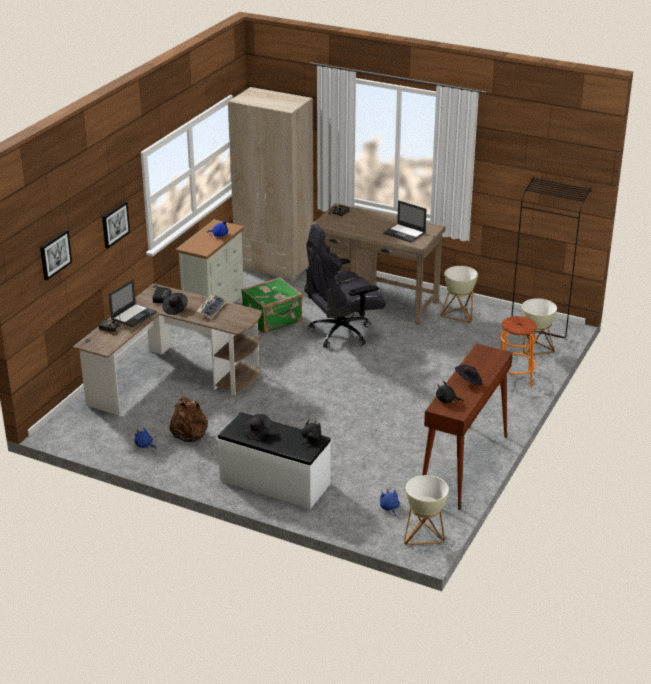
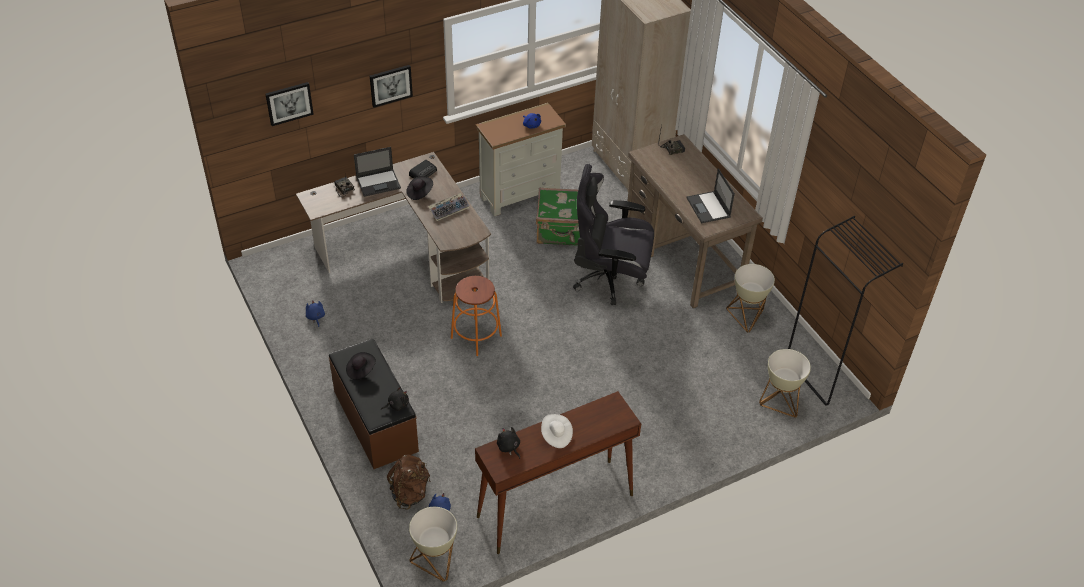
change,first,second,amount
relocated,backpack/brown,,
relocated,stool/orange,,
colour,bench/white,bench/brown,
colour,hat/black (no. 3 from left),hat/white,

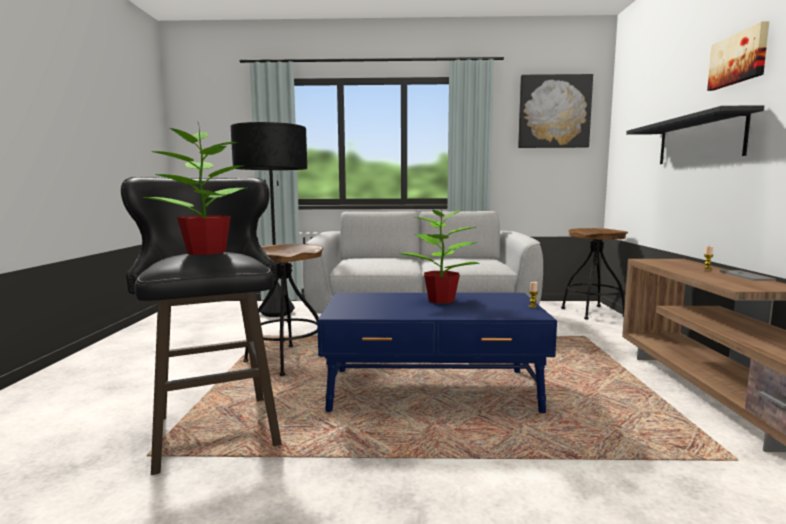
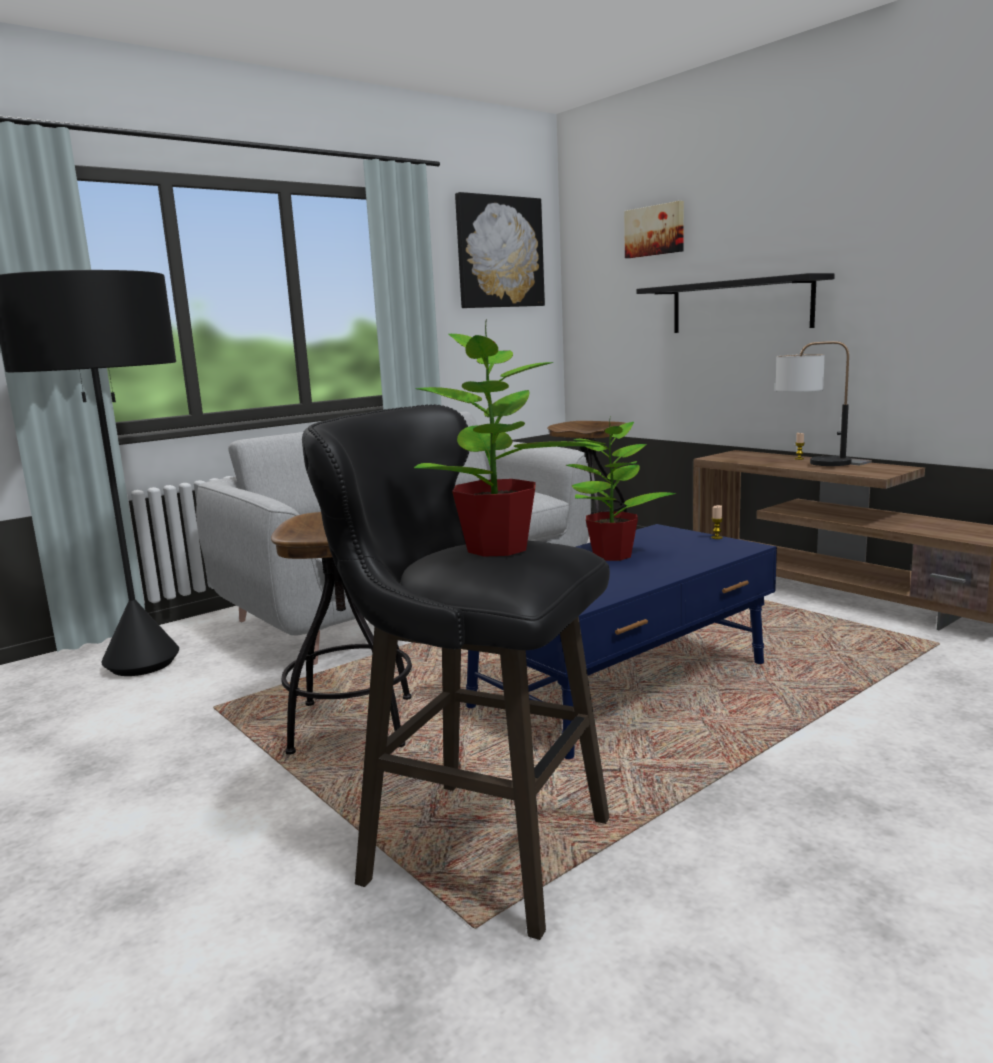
change,first,second,amount
appeared,,table lamp,
relocated,picture (no. 2 from left),,

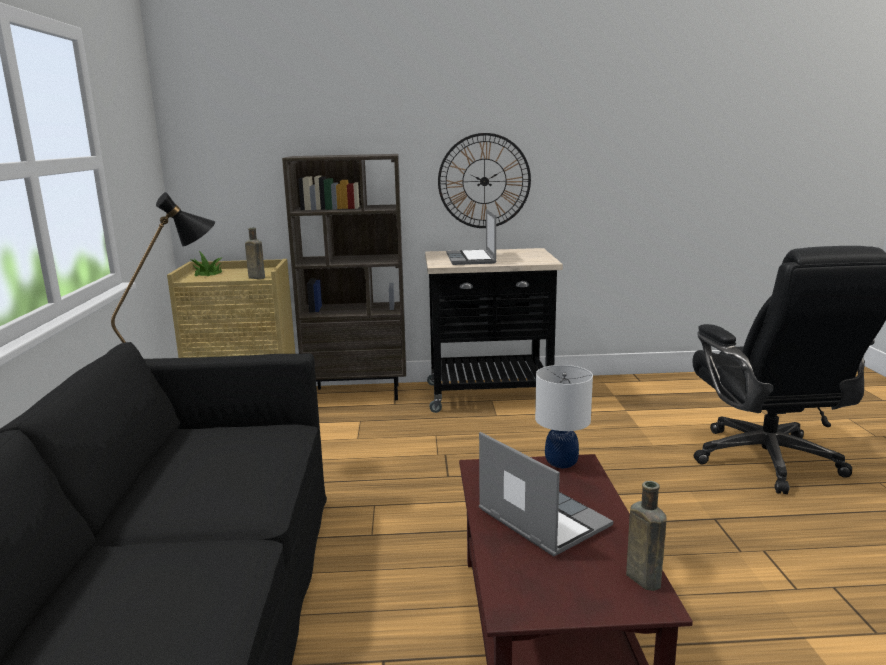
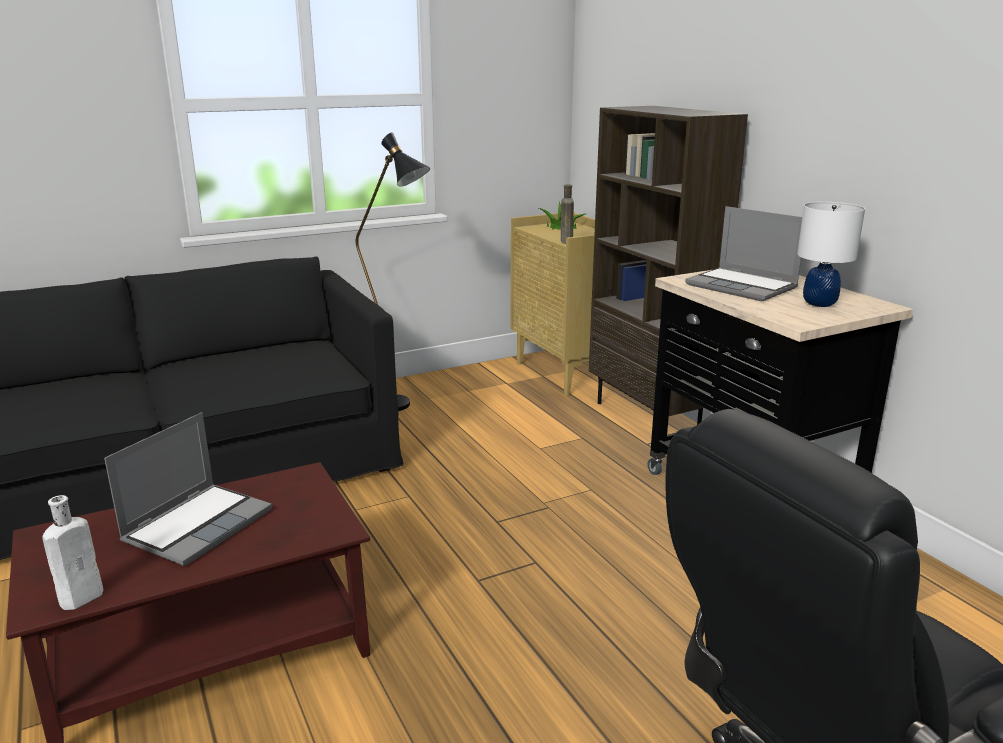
change,first,second,amount
missing,wall clock,,
relocated,table lamp/white,,
colour,bottle/brown (no. 2 from left),bottle/white,
spun,laptop (no. 1 from left in the first image),laptop (no. 2 from left),105 degrees counterclockwise

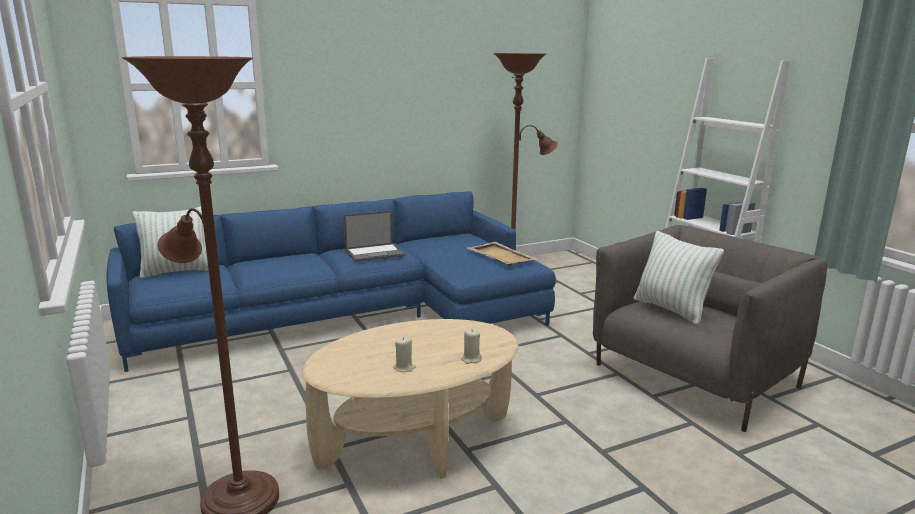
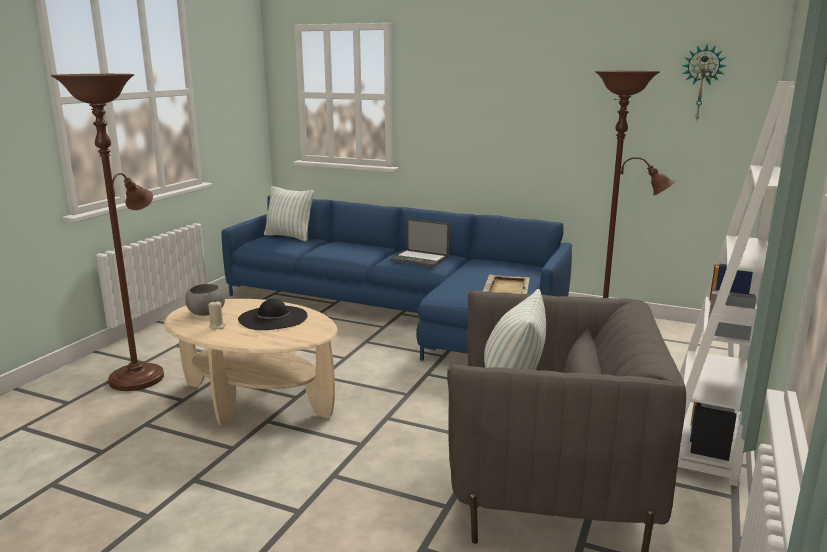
change,first,second,amount
missing,candle/beige (no. 2 from left),,
appeared,,bowl/grey,
appeared,,hat/black,
appeared,,wall clock,

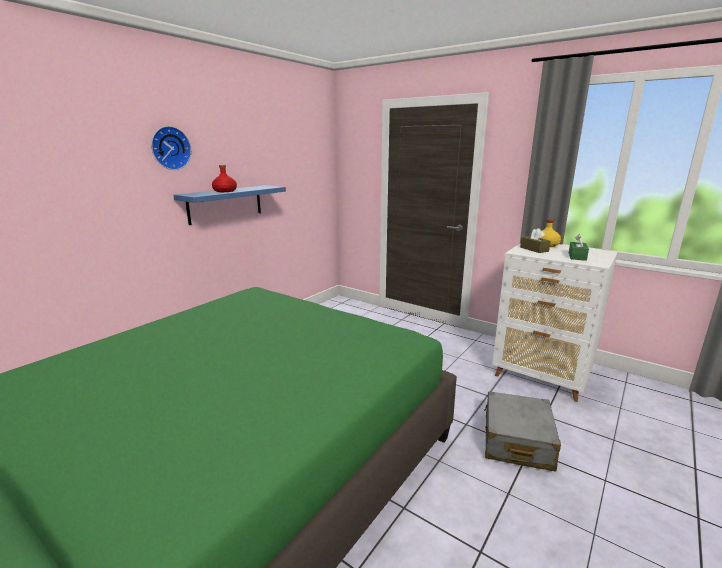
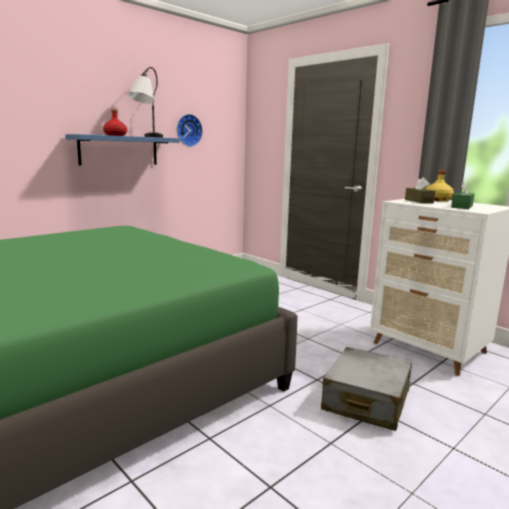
change,first,second,amount
appeared,,table lamp,
relocated,wall clock,,

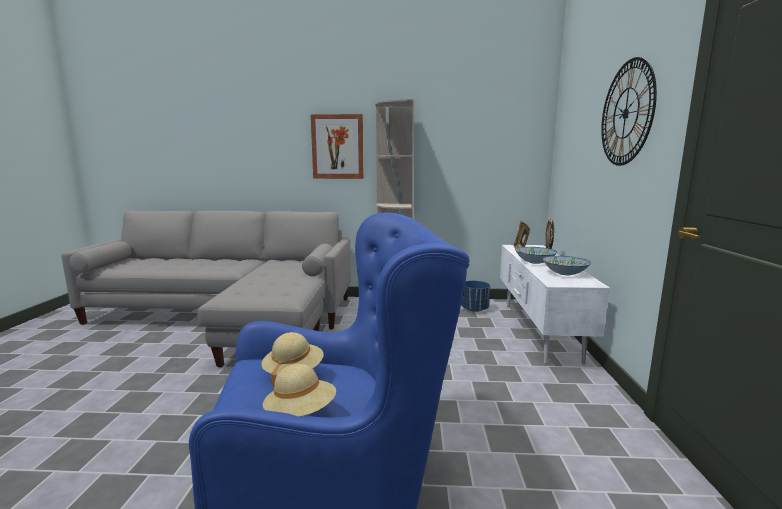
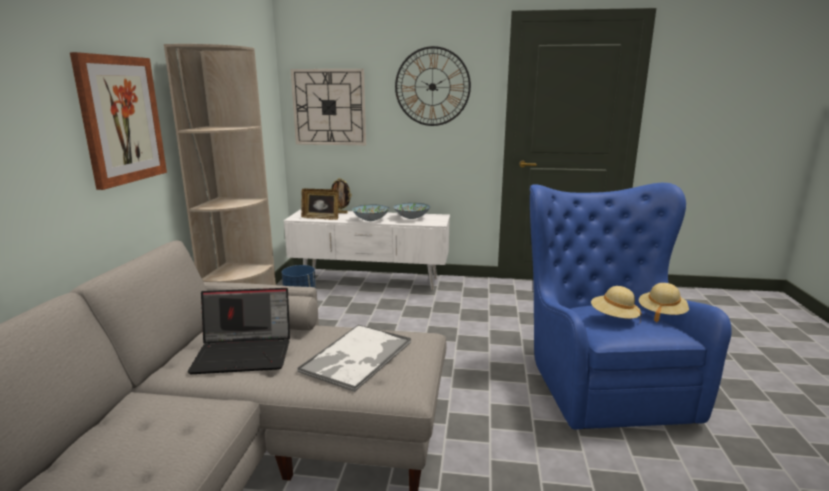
change,first,second,amount
appeared,,laptop,
appeared,,wall clock (no. 1 from left),
appeared,,tray,

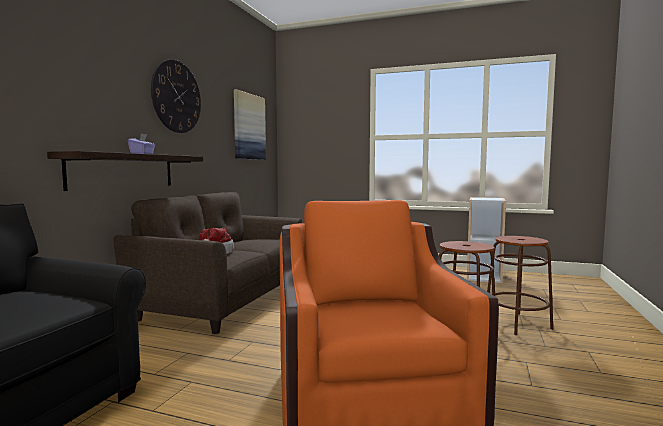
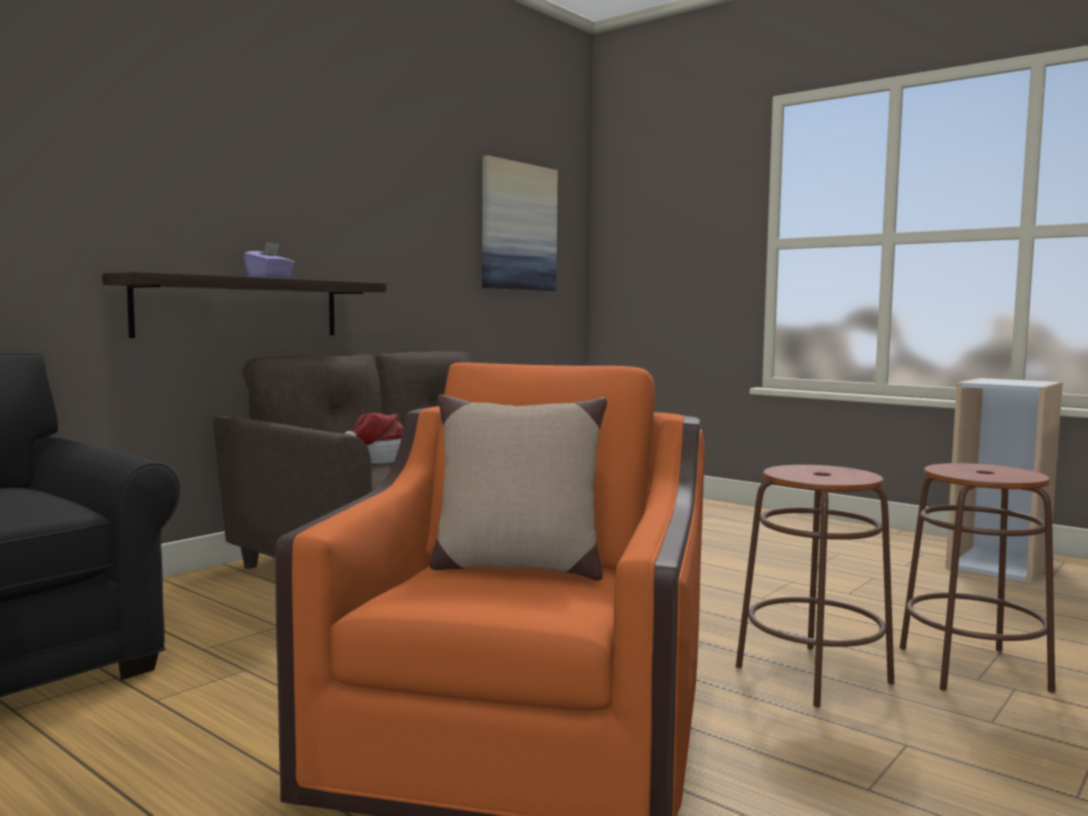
change,first,second,amount
missing,wall clock,,
appeared,,pillow/beige,

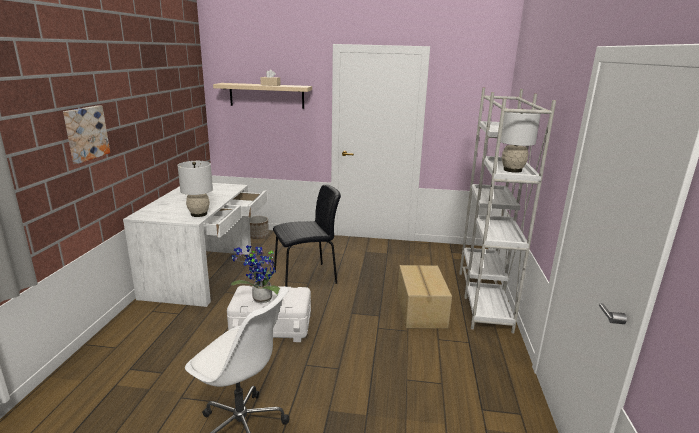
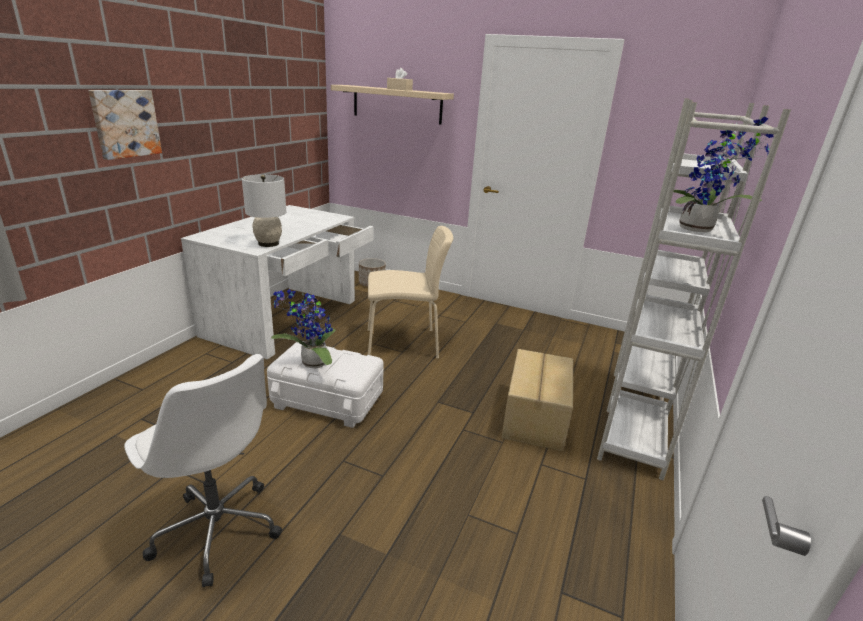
change,first,second,amount
exchanged,table lamp/white (no. 2 from left),potted plant (no. 2 from left),
colour,chair/black,chair/beige,

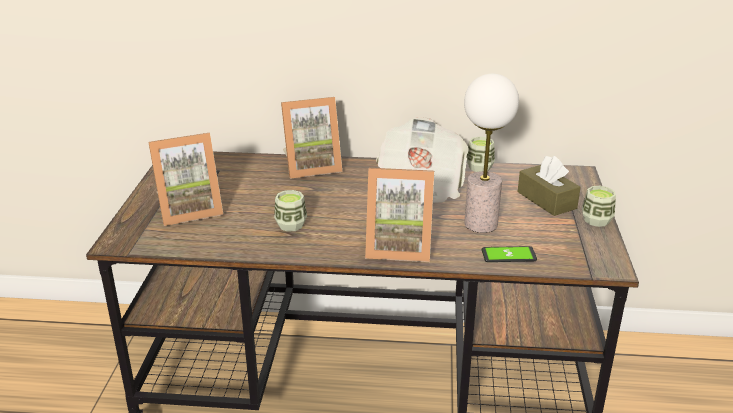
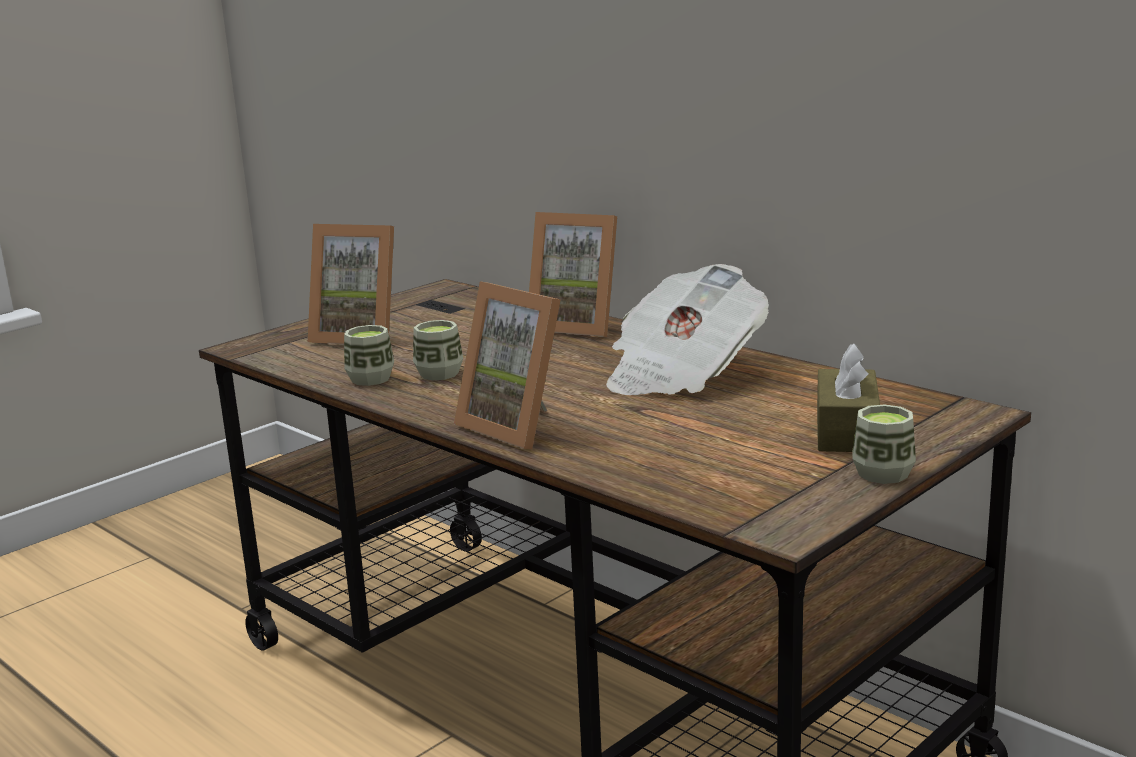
change,first,second,amount
missing,table lamp,,
missing,phone,,
relocated,cup (no. 2 from left in the first image),cup (no. 1 from left),

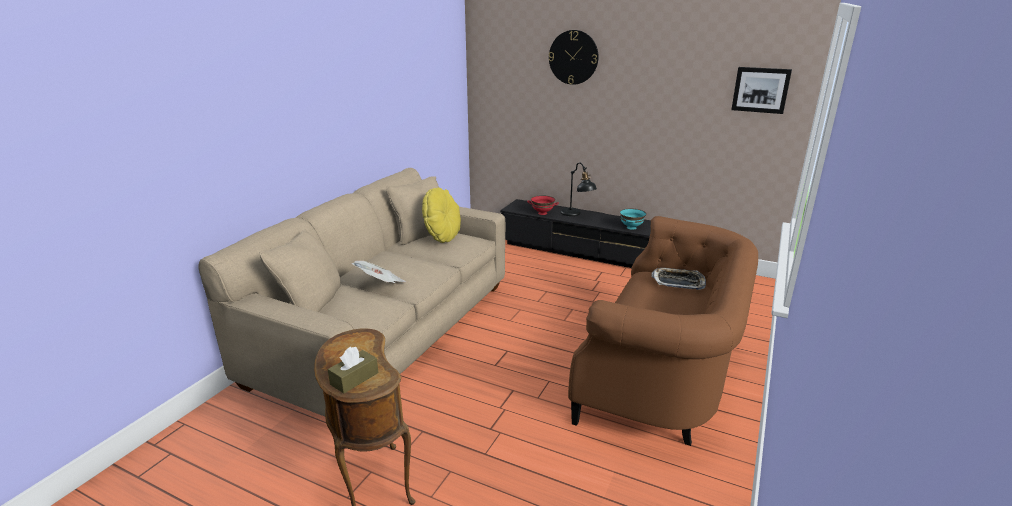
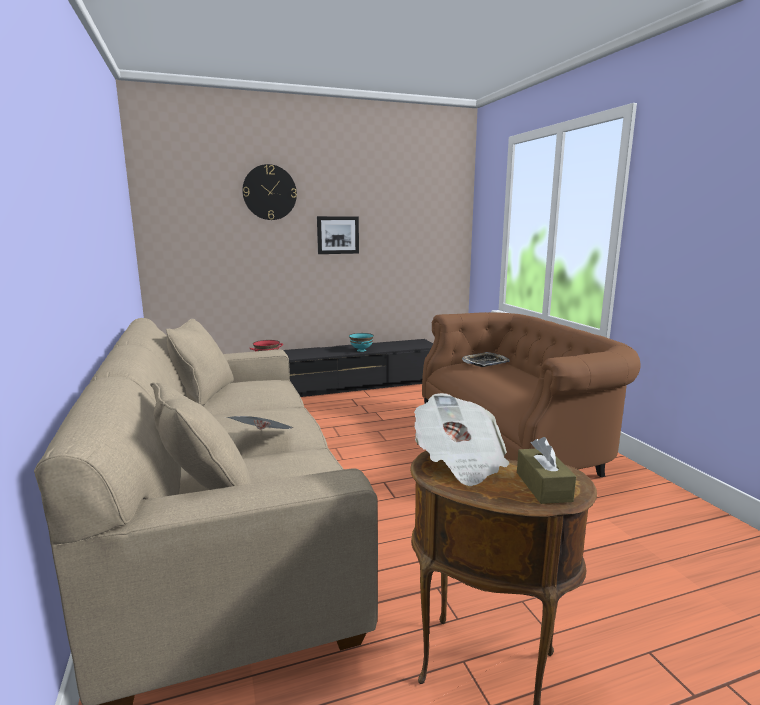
change,first,second,amount
missing,pillow/yellow,,
missing,table lamp/black,,
appeared,,newspaper (no. 2 from left),
relocated,picture,,

